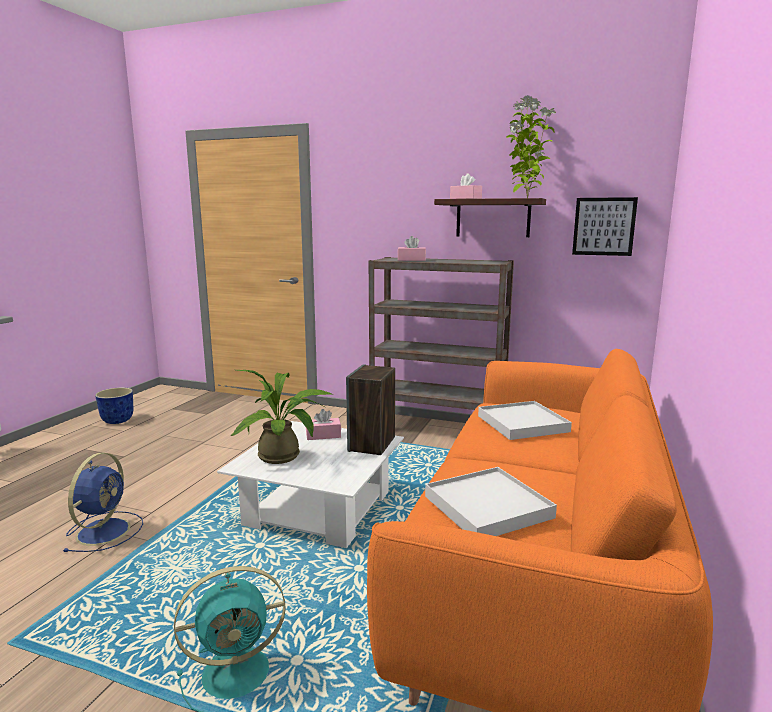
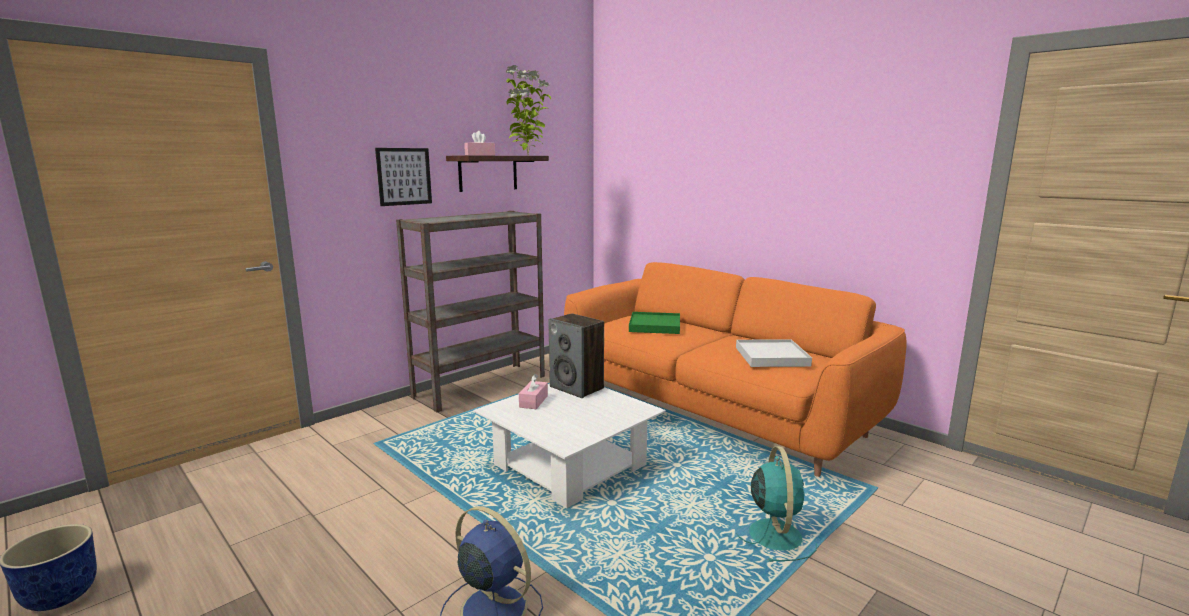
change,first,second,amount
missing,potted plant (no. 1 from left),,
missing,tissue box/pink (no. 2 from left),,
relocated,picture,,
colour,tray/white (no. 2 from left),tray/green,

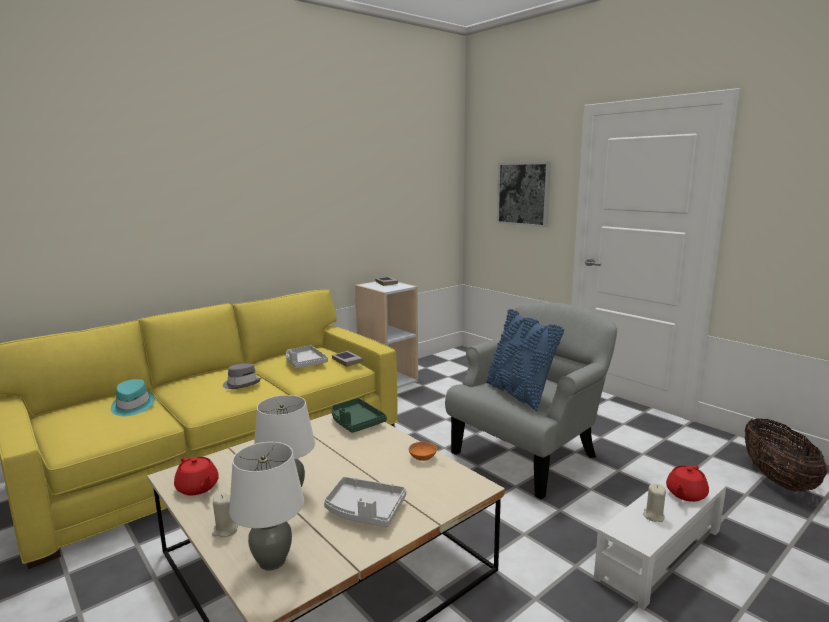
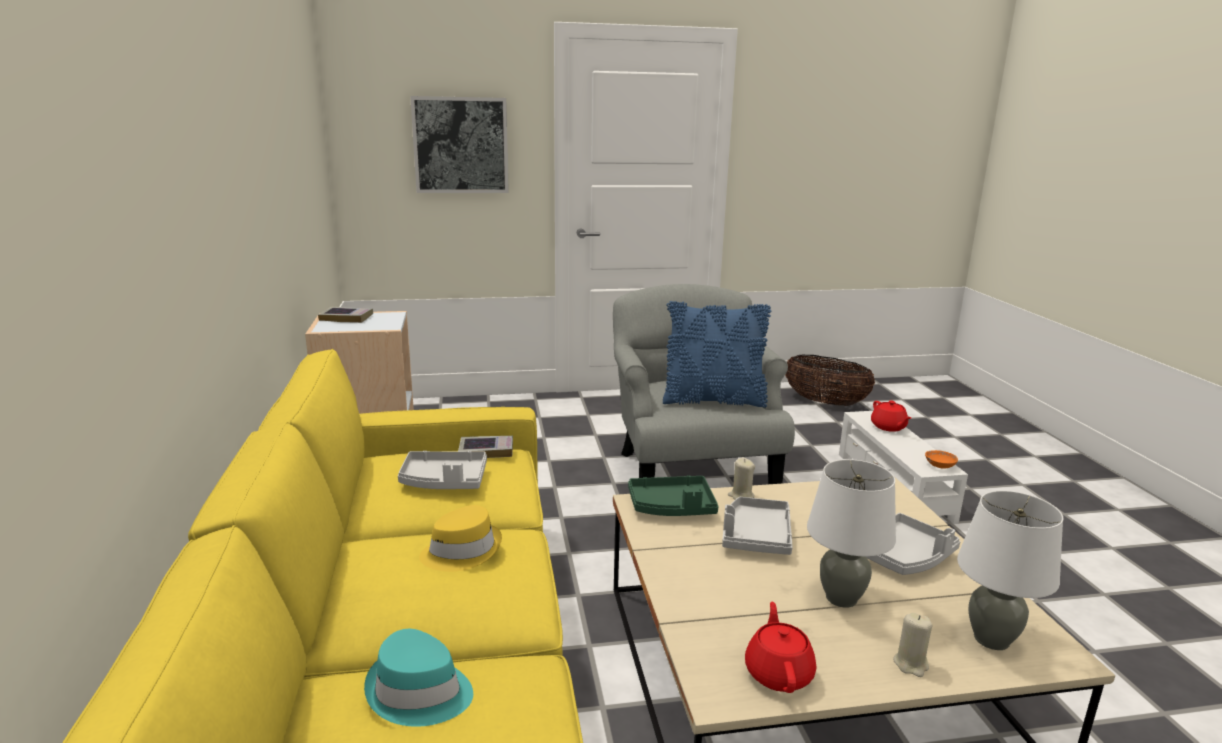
change,first,second,amount
appeared,,tray/grey (no. 2 from left),
relocated,bowl/orange,,
relocated,candle/beige (no. 2 from left in the first image),candle/beige (no. 1 from left),
colour,hat/grey,hat/yellow,
spun,teapot/red (no. 1 from left),,75 degrees counterclockwise

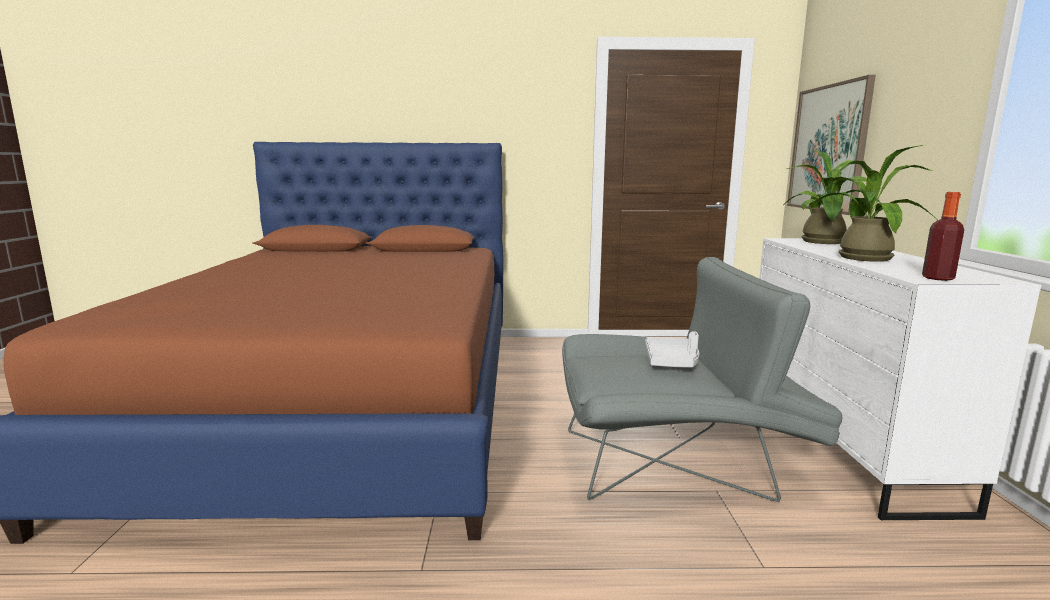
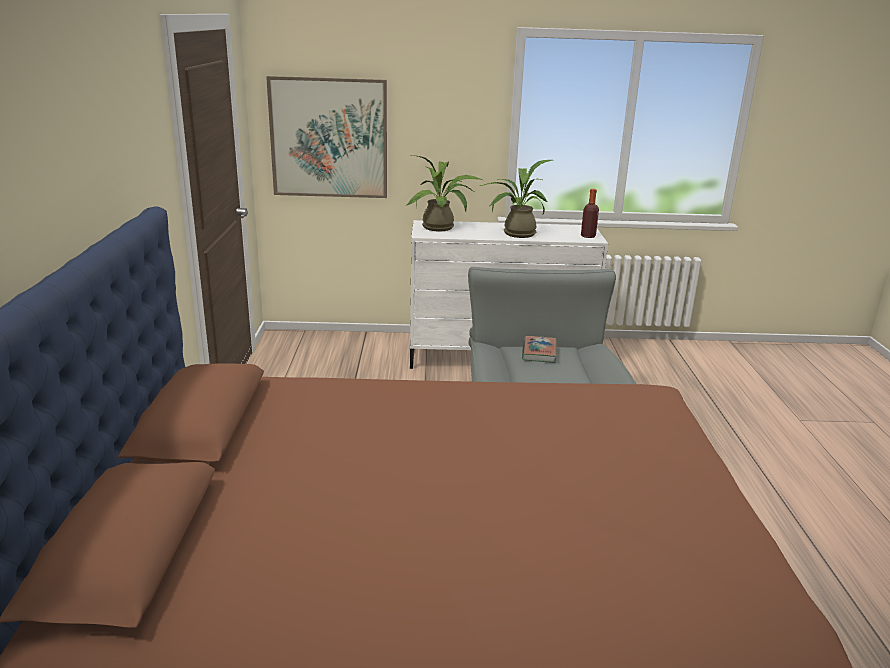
change,first,second,amount
exchanged,tray/grey,book,

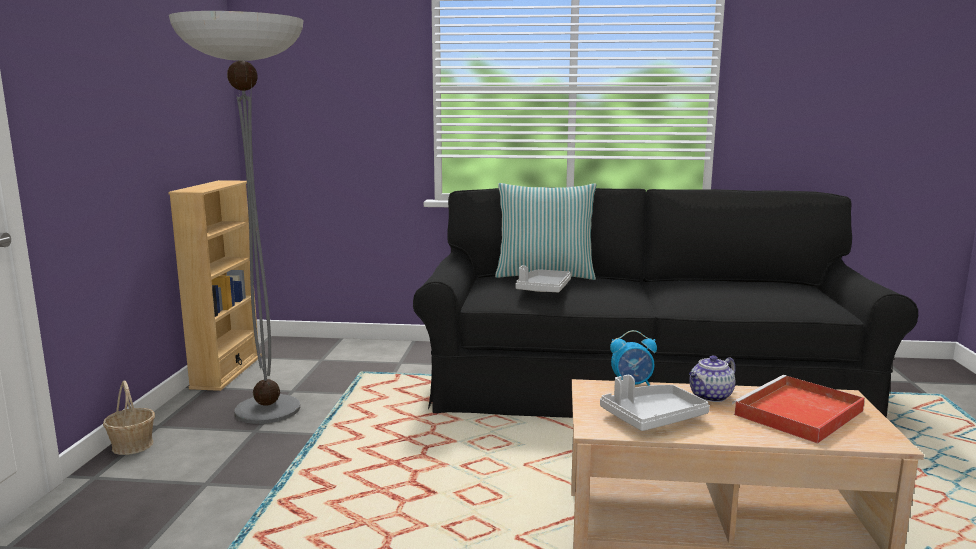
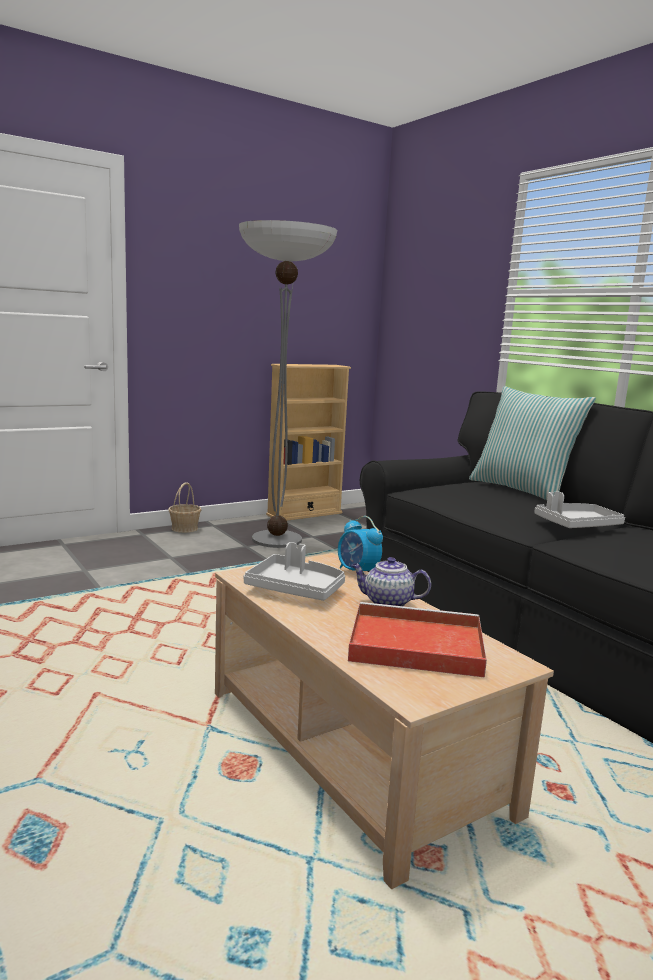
change,first,second,amount
relocated,tray/grey (no. 1 from left in the first image),tray/grey (no. 2 from left),

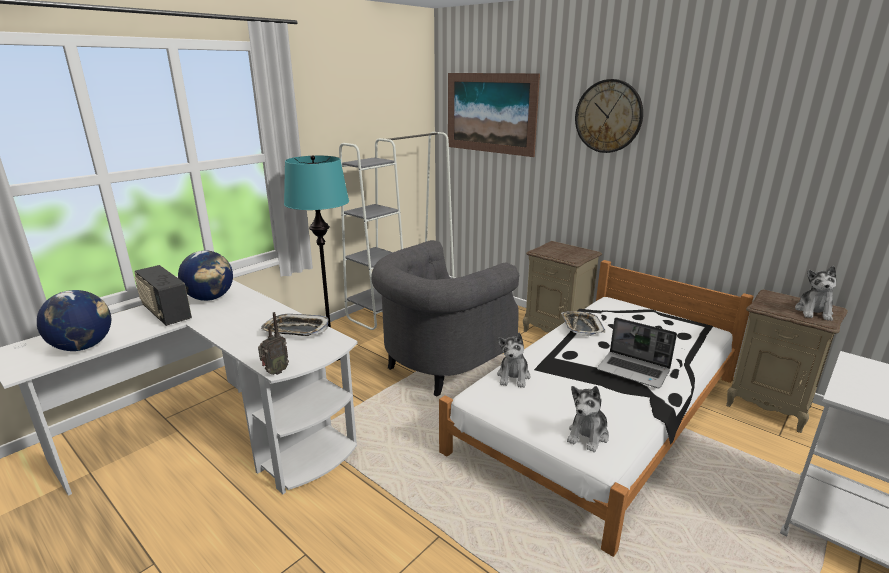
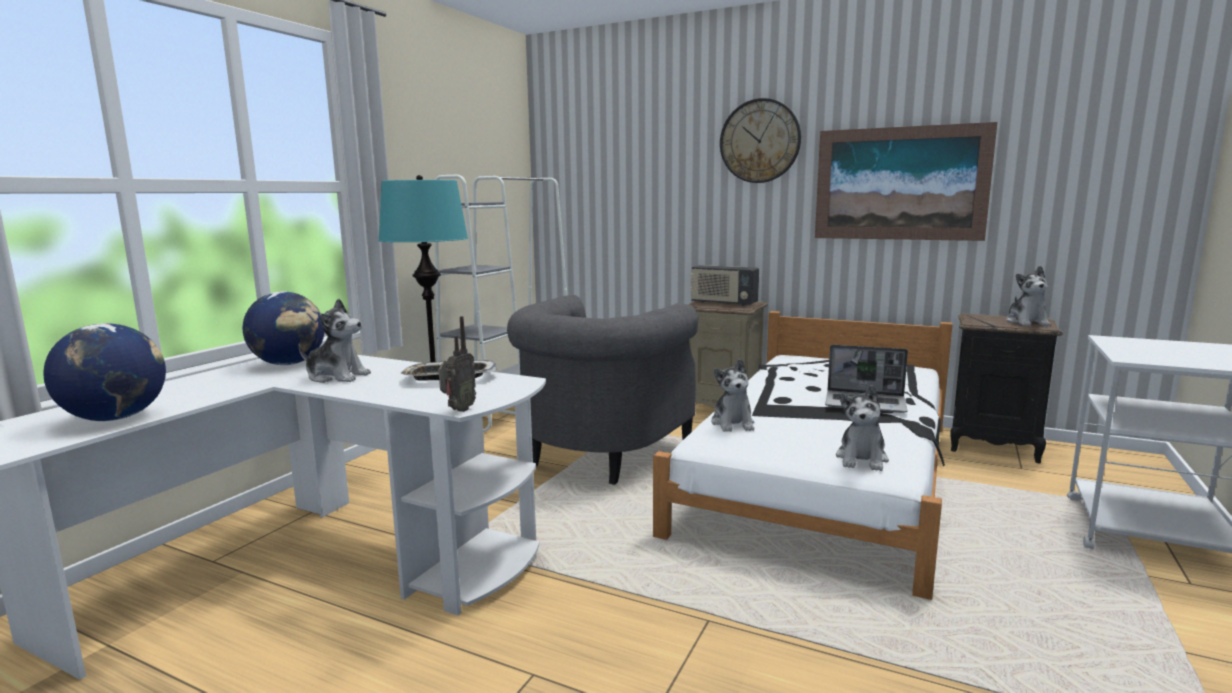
change,first,second,amount
missing,tray (no. 2 from left),,
appeared,,plush toy (no. 1 from left),
relocated,radio (no. 1 from left in the first image),radio (no. 2 from left),
relocated,picture,,
colour,nightstand/beige (no. 2 from left),nightstand/black,

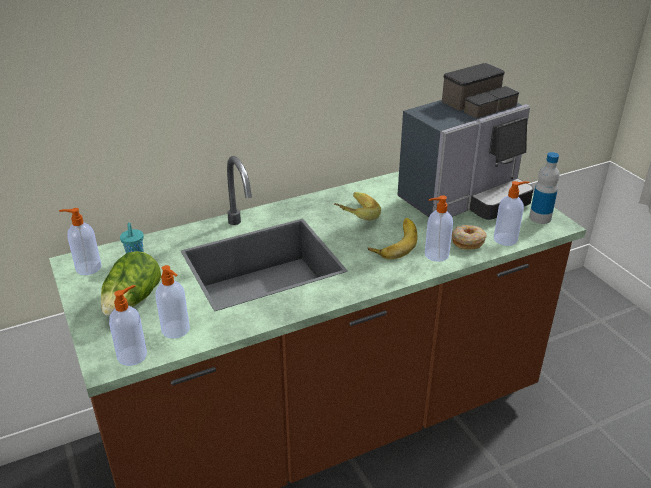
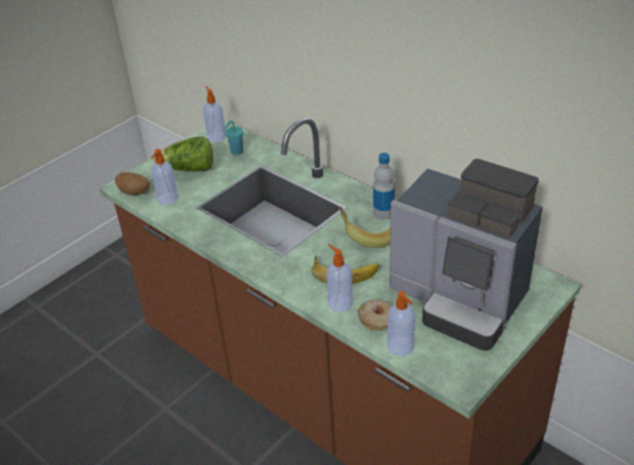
change,first,second,amount
relocated,bottle,,
exchanged,soap dispenser (no. 2 from left),potato,

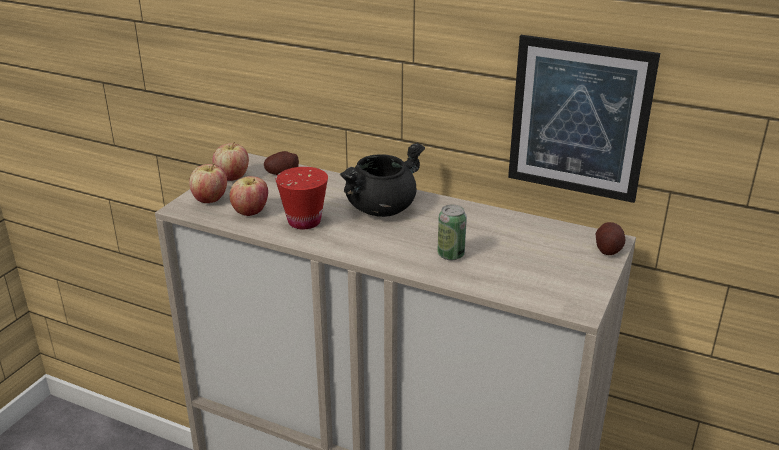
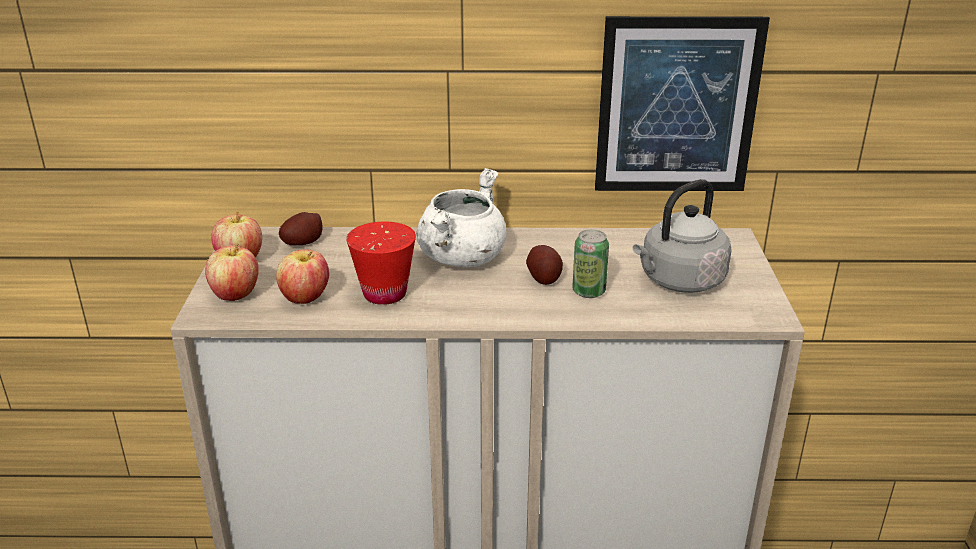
change,first,second,amount
appeared,,kettle/grey,
relocated,potato (no. 2 from left),,
colour,cooking pot/black,cooking pot/white,

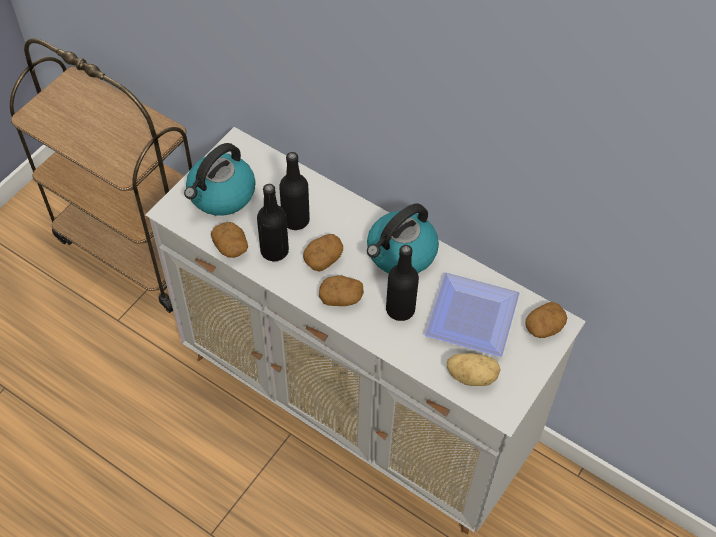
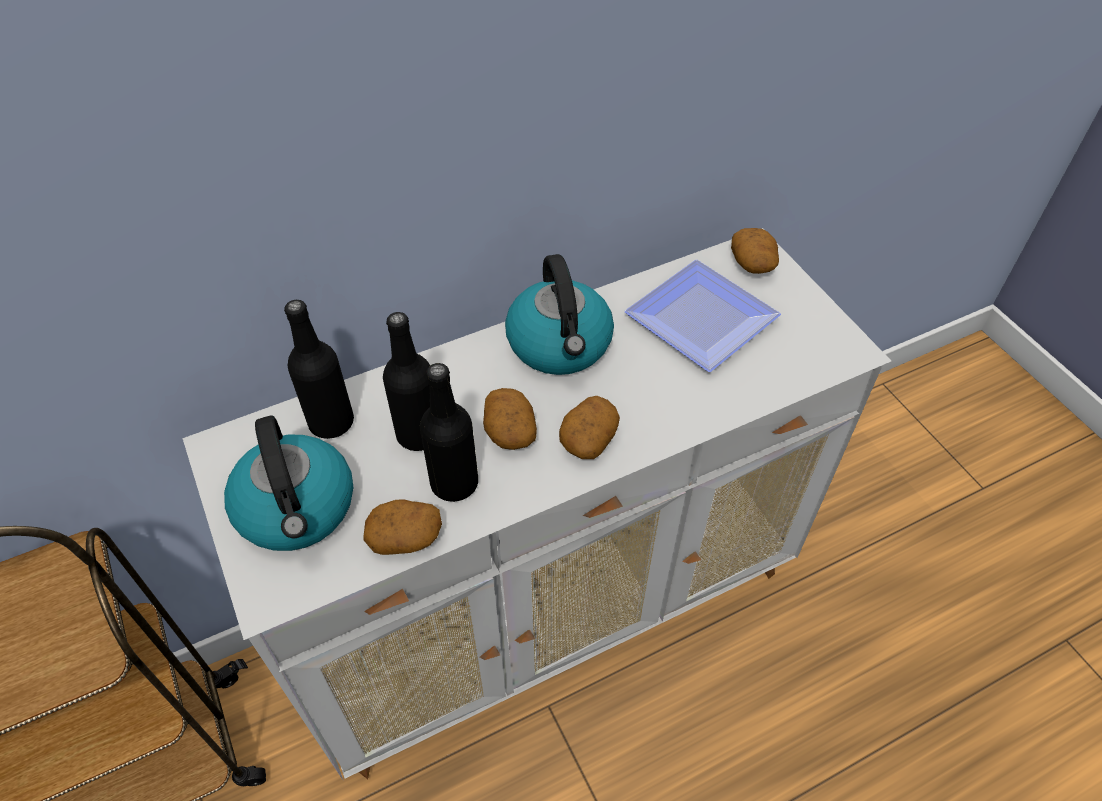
change,first,second,amount
missing,potato (no. 4 from left),,
relocated,bottle/black (no. 3 from left in the first image),bottle/black (no. 1 from left),

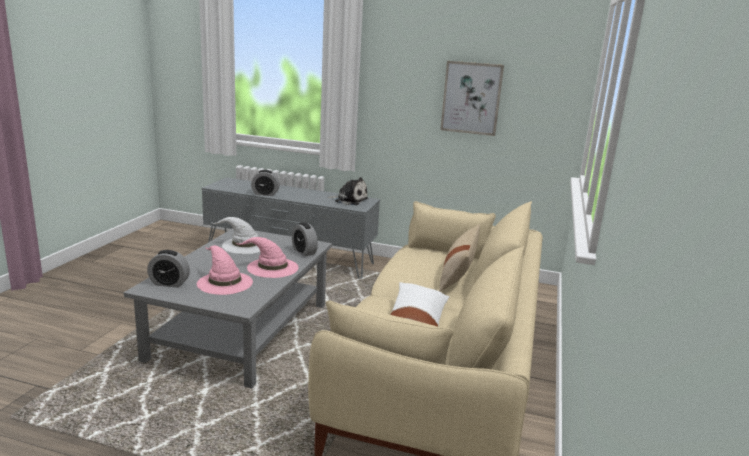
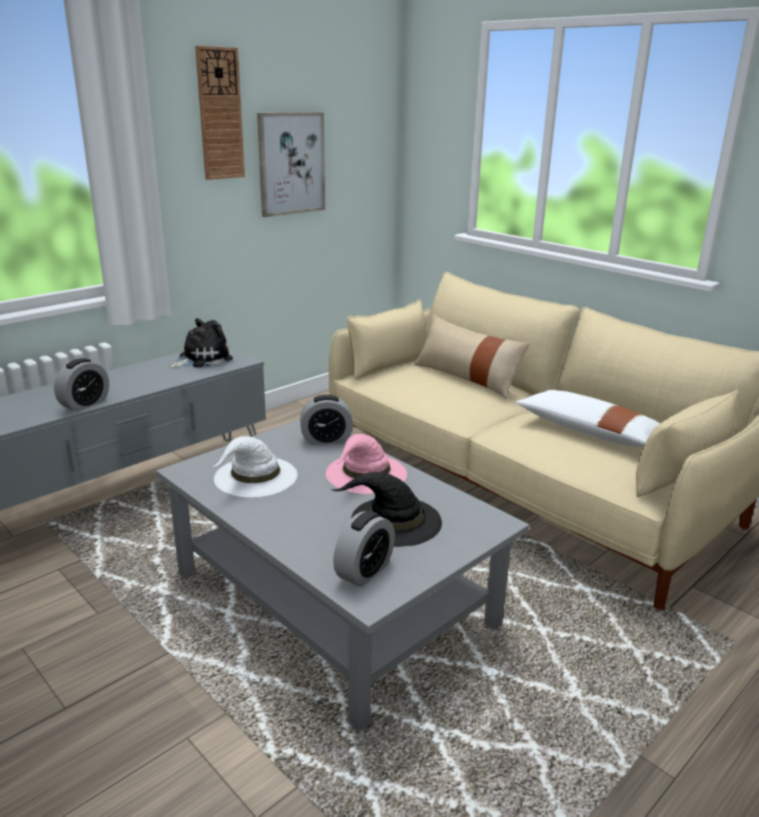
change,first,second,amount
appeared,,wall clock,
colour,hat/pink (no. 1 from left),hat/black,

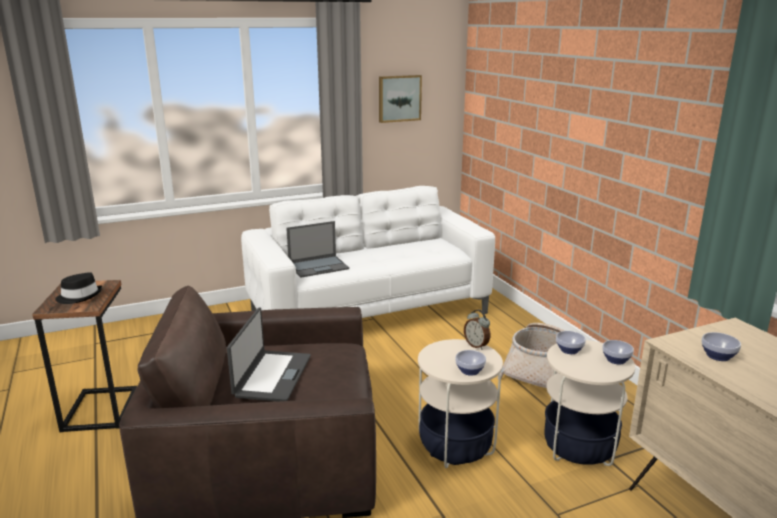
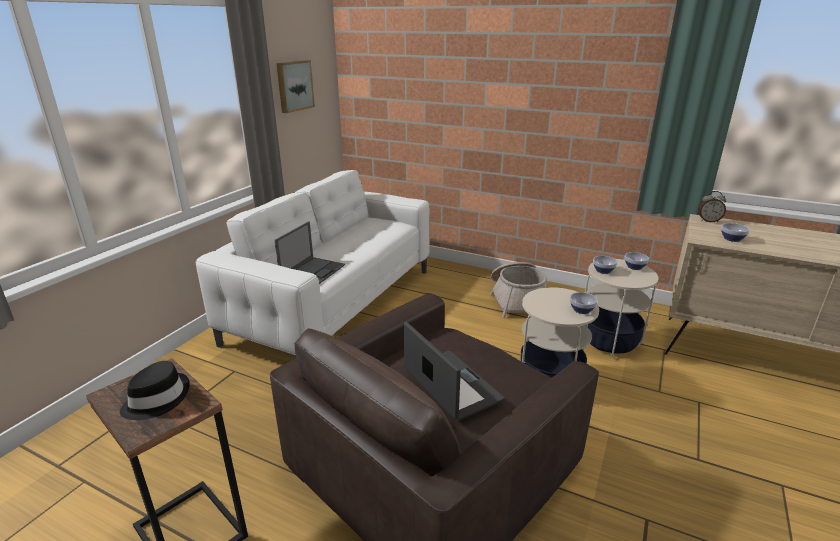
change,first,second,amount
relocated,alarm clock,,

